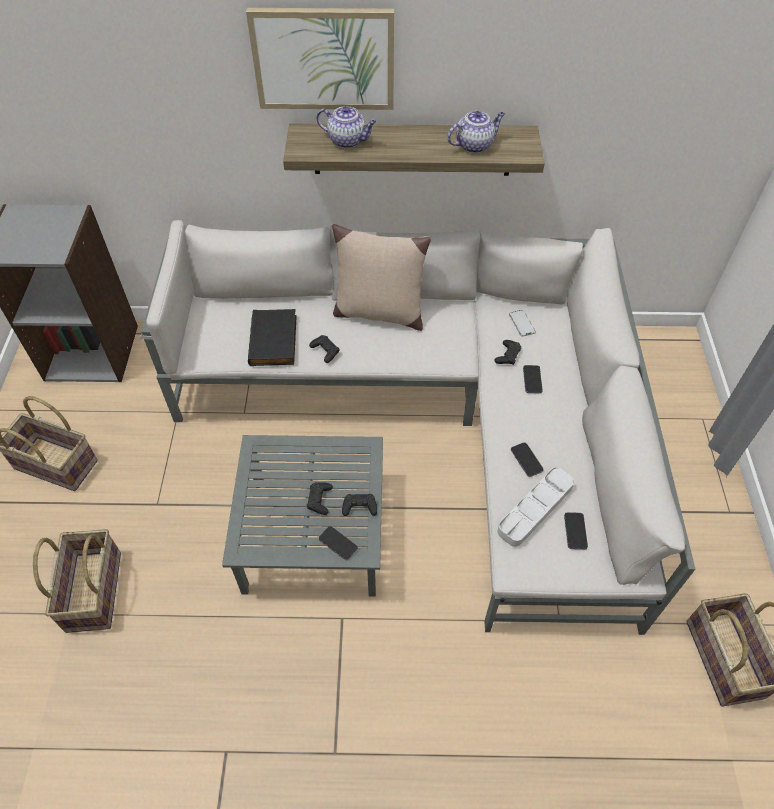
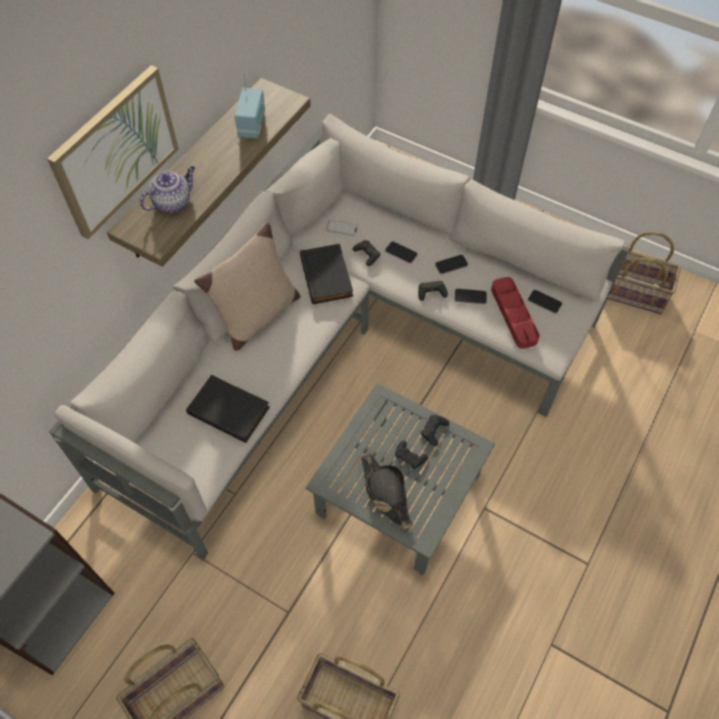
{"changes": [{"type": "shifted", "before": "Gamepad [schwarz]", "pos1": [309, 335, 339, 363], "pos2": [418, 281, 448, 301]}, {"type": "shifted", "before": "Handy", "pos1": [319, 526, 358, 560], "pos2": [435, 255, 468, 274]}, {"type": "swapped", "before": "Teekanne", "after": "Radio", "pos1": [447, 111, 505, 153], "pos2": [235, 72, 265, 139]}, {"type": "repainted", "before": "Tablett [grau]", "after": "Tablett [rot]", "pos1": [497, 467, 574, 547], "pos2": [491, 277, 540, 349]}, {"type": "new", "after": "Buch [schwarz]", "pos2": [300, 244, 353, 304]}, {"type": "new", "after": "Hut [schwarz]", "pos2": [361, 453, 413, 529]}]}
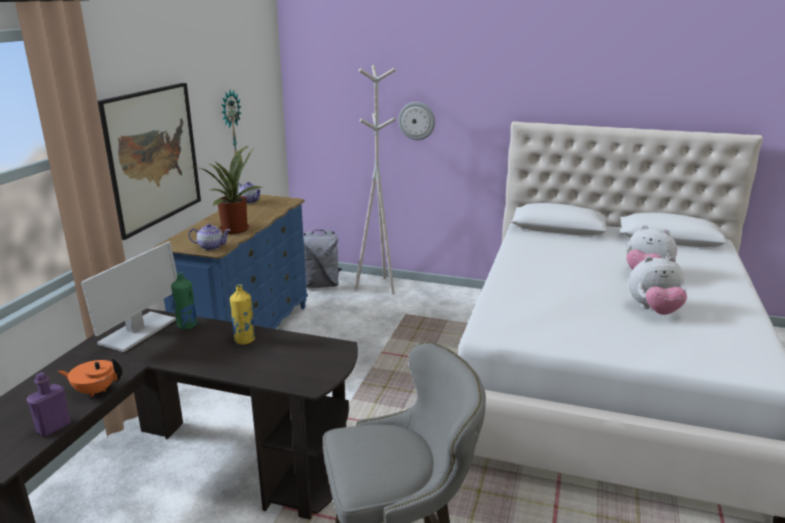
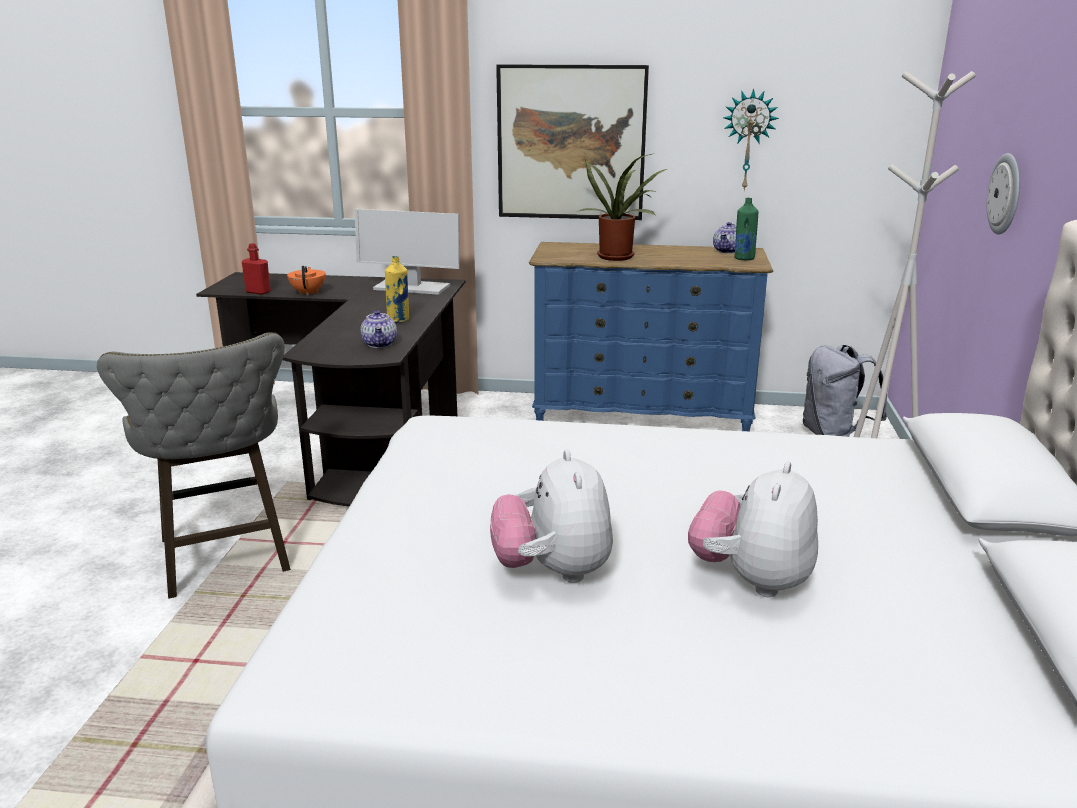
{"changes": [{"type": "repainted", "before": "Flasche [lila]", "after": "Flasche [rot]", "pos1": [26, 372, 70, 436], "pos2": [242, 243, 271, 295]}, {"type": "shifted", "before": "Flasche [grün]", "pos1": [171, 272, 197, 330], "pos2": [735, 198, 758, 260]}, {"type": "shifted", "before": "Teekanne", "pos1": [188, 224, 231, 250], "pos2": [360, 310, 397, 348]}]}
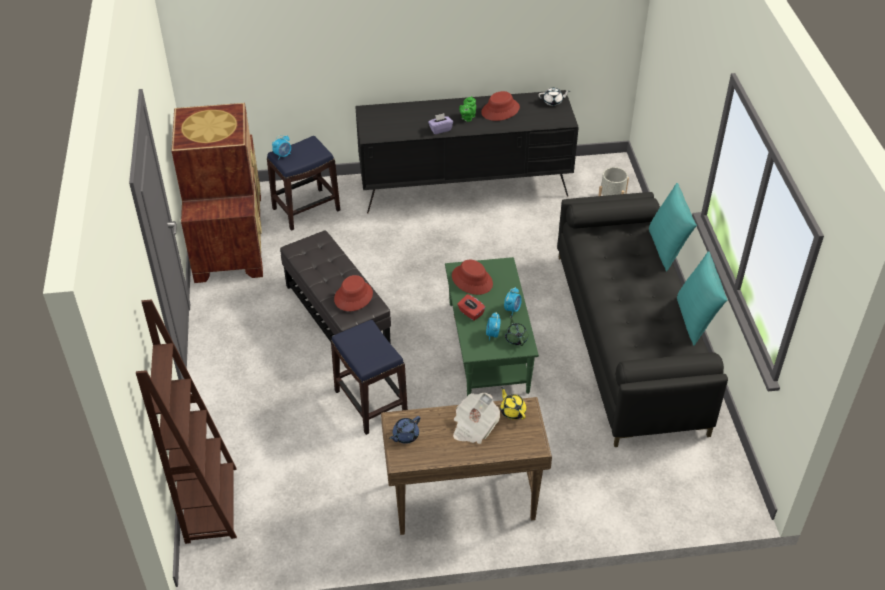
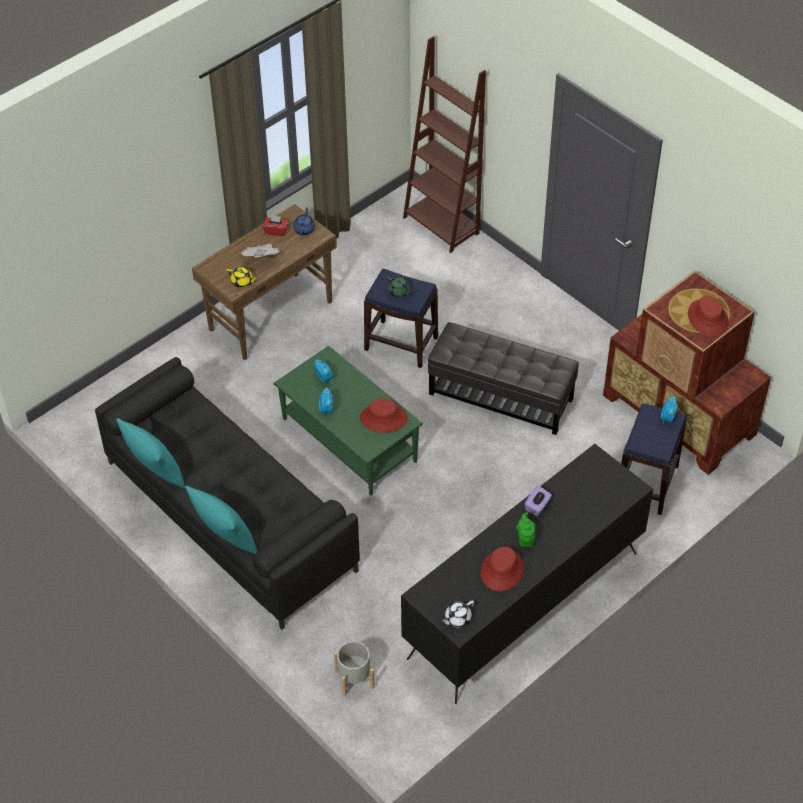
{"changes": [{"type": "shifted", "before": "Hut [rot]", "pos1": [334, 275, 373, 311], "pos2": [688, 295, 729, 337]}, {"type": "shifted", "before": "Taschentuchbox [rot]", "pos1": [457, 294, 485, 321], "pos2": [262, 215, 289, 236]}, {"type": "shifted", "before": "Teekanne [grün]", "pos1": [505, 315, 528, 346], "pos2": [385, 277, 414, 298]}]}
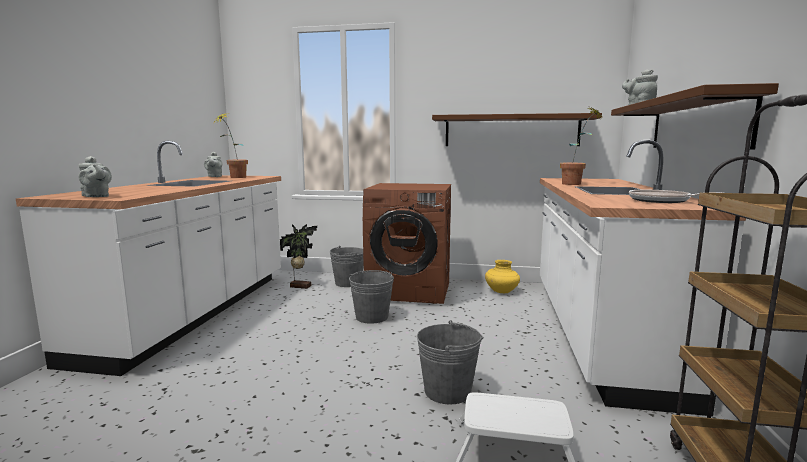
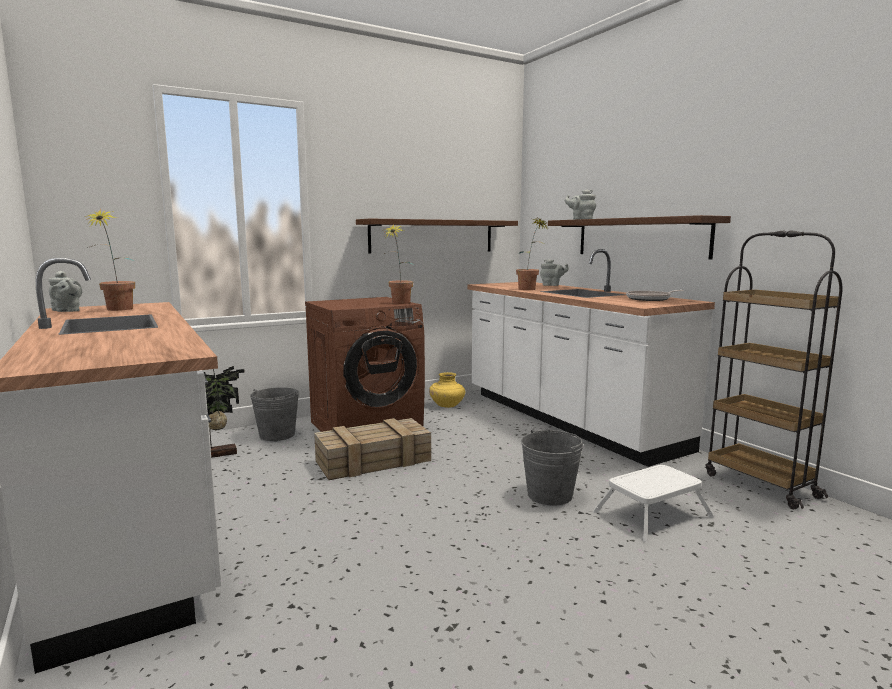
{"changes": [{"type": "shifted", "before": "Teekanne [grau]", "pos1": [78, 156, 112, 197], "pos2": [540, 259, 569, 286]}, {"type": "swapped", "before": "Eimer [grau]", "after": "Kiste", "pos1": [349, 270, 394, 324], "pos2": [314, 418, 431, 480]}, {"type": "new", "after": "Topfpflanze", "pos2": [384, 225, 414, 304]}]}
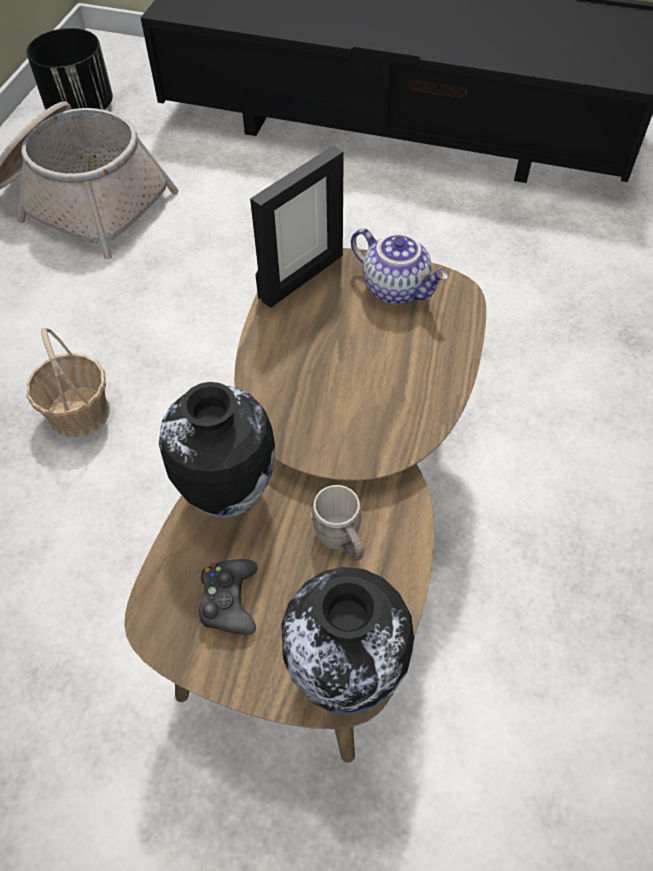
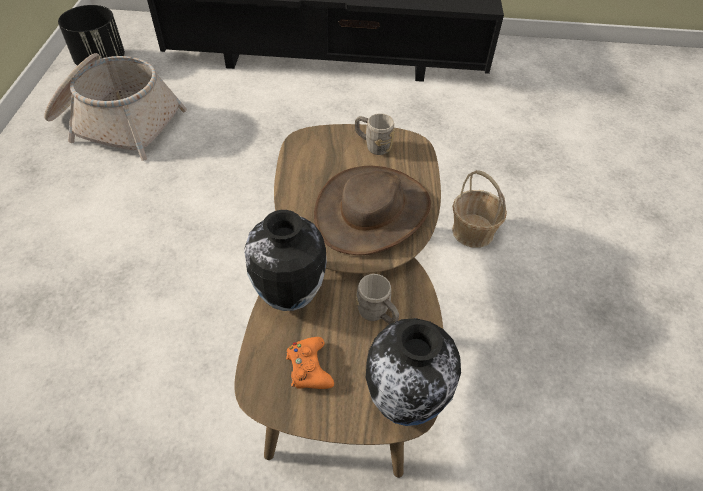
{"changes": [{"type": "shifted", "before": "Korb", "pos1": [27, 328, 110, 438], "pos2": [452, 170, 507, 248]}, {"type": "repainted", "before": "Gamepad [schwarz]", "after": "Gamepad [orange]", "pos1": [198, 559, 257, 635], "pos2": [286, 337, 334, 389]}, {"type": "gone", "before": "Bilderrahmen", "pos1": [250, 146, 344, 308]}, {"type": "swapped", "before": "Teekanne", "after": "Henkelbecher [grau]", "pos1": [351, 229, 448, 304], "pos2": [355, 113, 395, 155]}, {"type": "new", "after": "Hut [braun]", "pos2": [314, 166, 431, 255]}]}
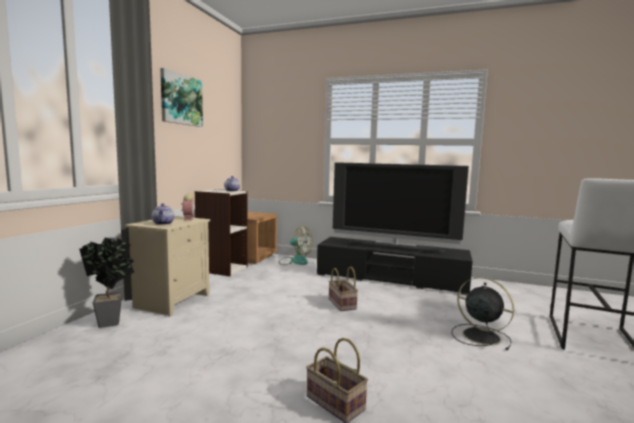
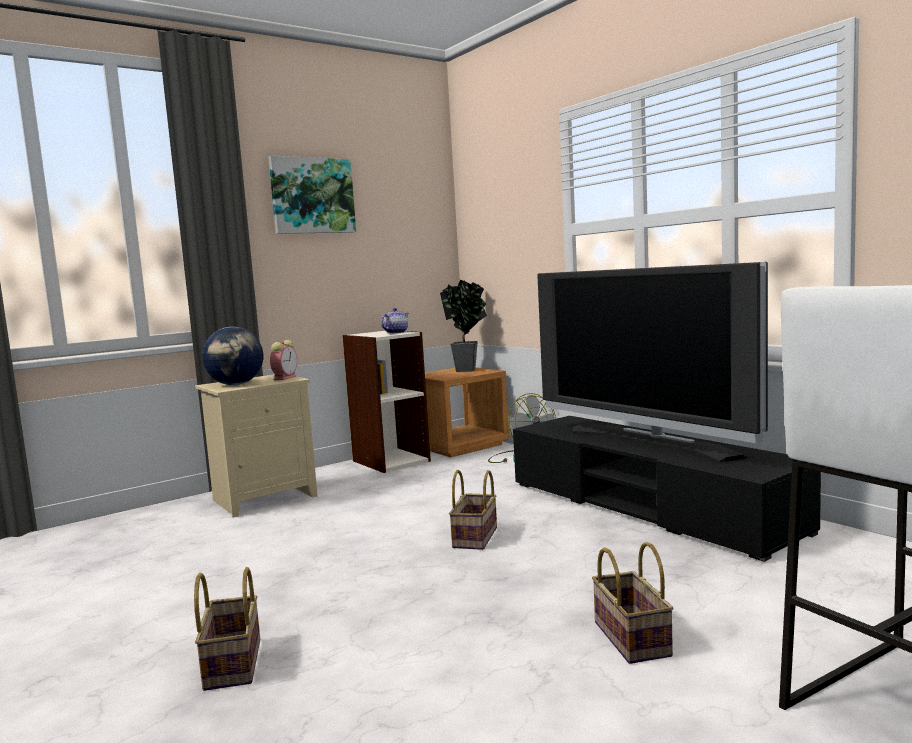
{"changes": [{"type": "shifted", "before": "Topfpflanze", "pos1": [79, 238, 134, 328], "pos2": [440, 280, 487, 372]}, {"type": "swapped", "before": "Teekanne", "after": "Globus", "pos1": [152, 203, 174, 225], "pos2": [202, 327, 263, 385]}, {"type": "swapped", "before": "Ventilator [schwarz]", "after": "Korb", "pos1": [452, 277, 514, 350], "pos2": [592, 542, 673, 664]}]}
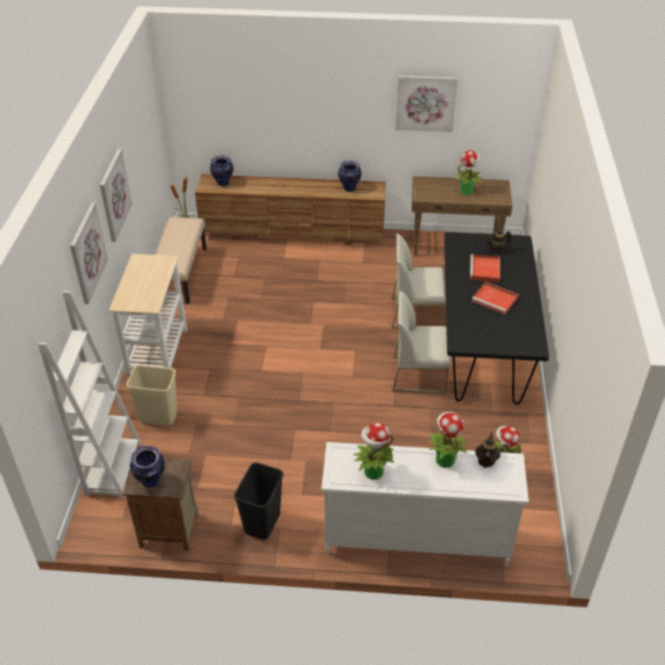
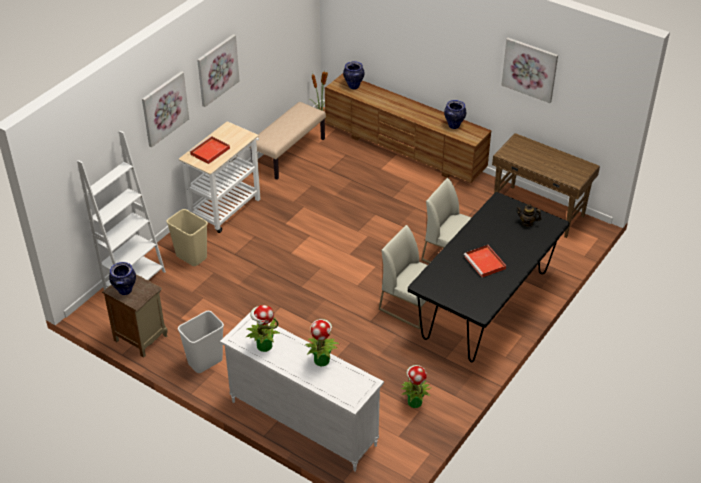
{"changes": [{"type": "repainted", "before": "Mülleimer [schwarz]", "after": "Mülleimer [weiß]", "pos1": [234, 463, 283, 540], "pos2": [178, 311, 224, 373]}, {"type": "gone", "before": "Topfpflanze", "pos1": [455, 150, 483, 195]}, {"type": "shifted", "before": "Tablett [rot]", "pos1": [470, 254, 500, 282], "pos2": [189, 136, 230, 164]}, {"type": "gone", "before": "Teekanne", "pos1": [475, 433, 500, 468]}]}
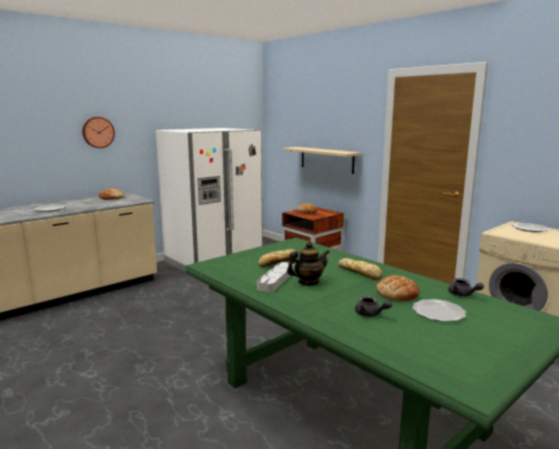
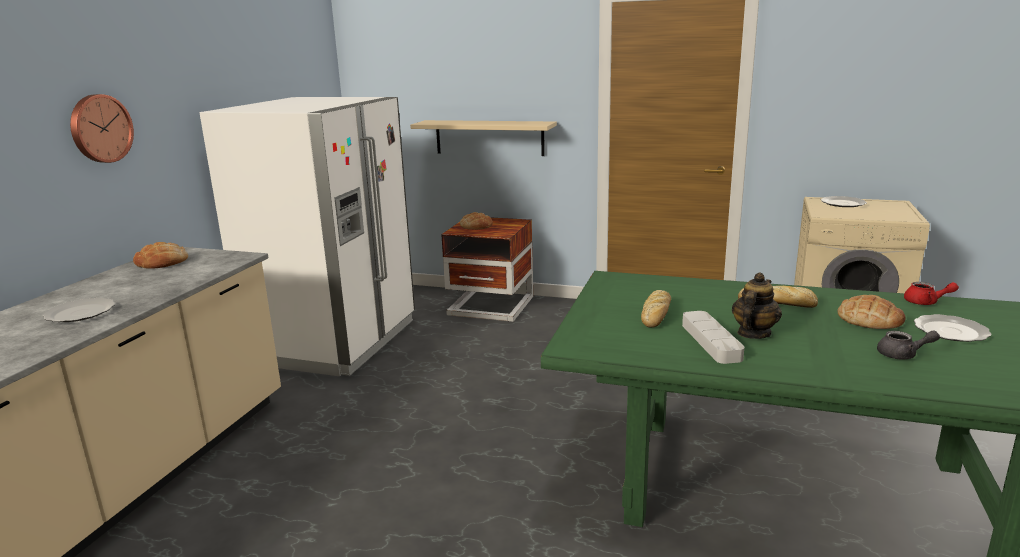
{"changes": [{"type": "repainted", "before": "Teekanne [grau]", "after": "Teekanne [rot]", "pos1": [448, 278, 484, 297], "pos2": [904, 282, 959, 305]}]}
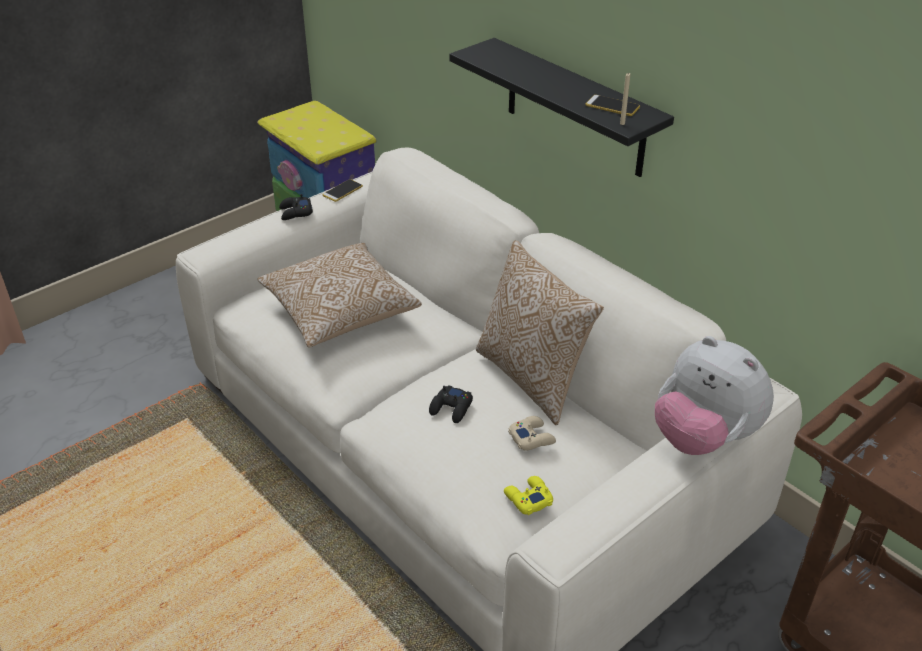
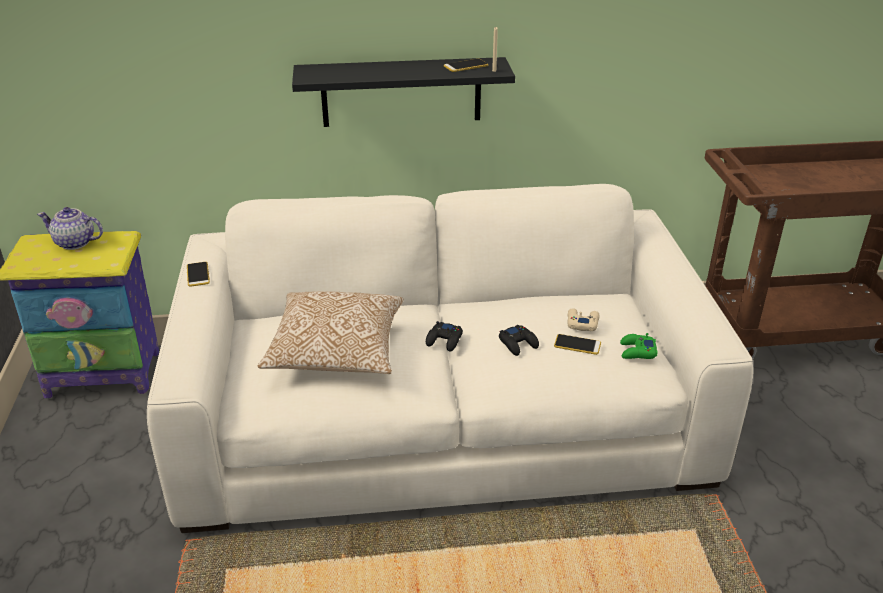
{"changes": [{"type": "shifted", "before": "Gamepad [schwarz]", "pos1": [279, 194, 313, 220], "pos2": [426, 321, 463, 351]}, {"type": "gone", "before": "Kissen", "pos1": [476, 241, 604, 425]}, {"type": "repainted", "before": "Gamepad [gelb]", "after": "Gamepad [grün]", "pos1": [504, 476, 553, 515], "pos2": [620, 333, 658, 359]}, {"type": "gone", "before": "Plüschtier", "pos1": [655, 336, 774, 455]}, {"type": "new", "after": "Teekanne", "pos2": [37, 207, 103, 250]}, {"type": "new", "after": "Handy", "pos2": [554, 334, 601, 355]}]}
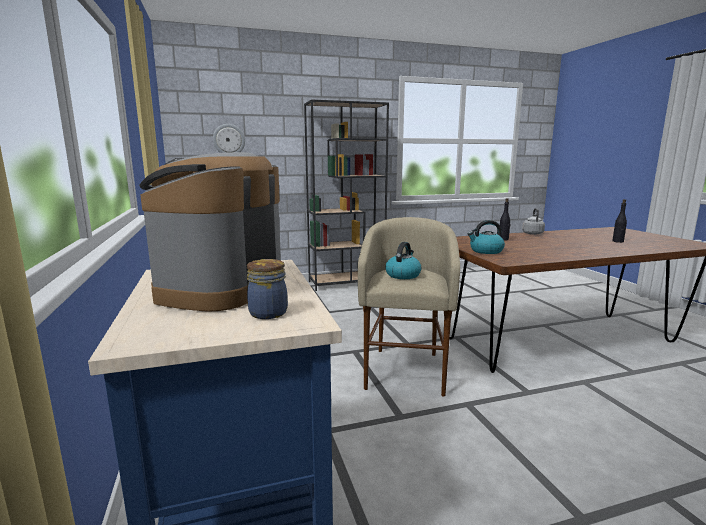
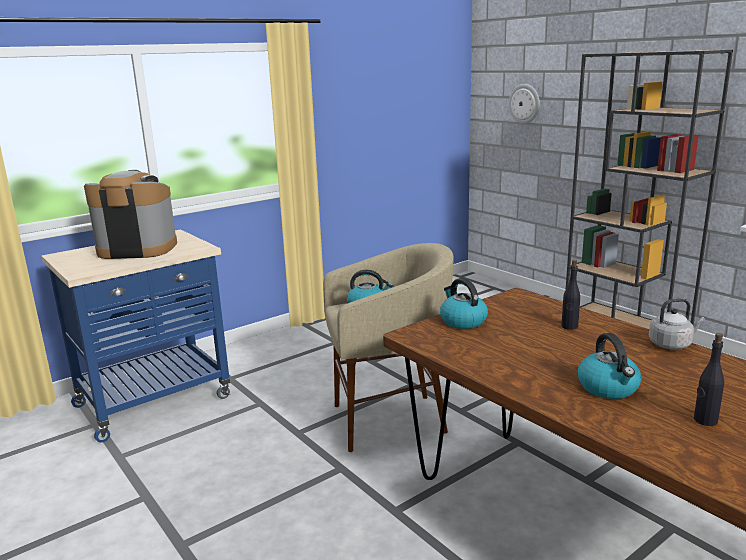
{"changes": [{"type": "gone", "before": "Vorratsglas", "pos1": [247, 259, 288, 319]}, {"type": "new", "after": "Wasserkessel", "pos2": [577, 333, 641, 399]}]}
